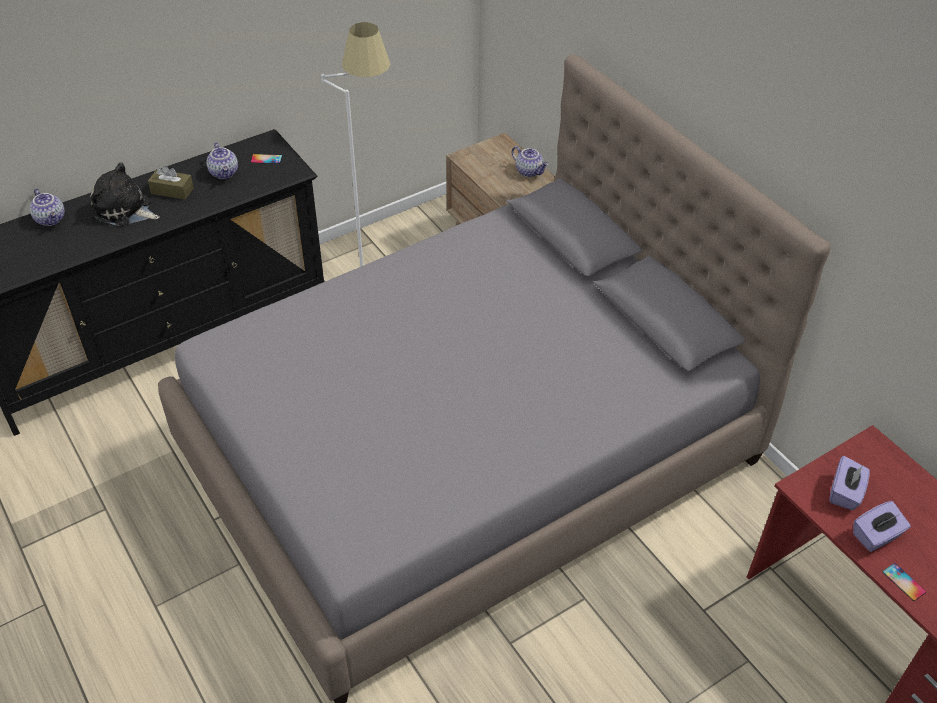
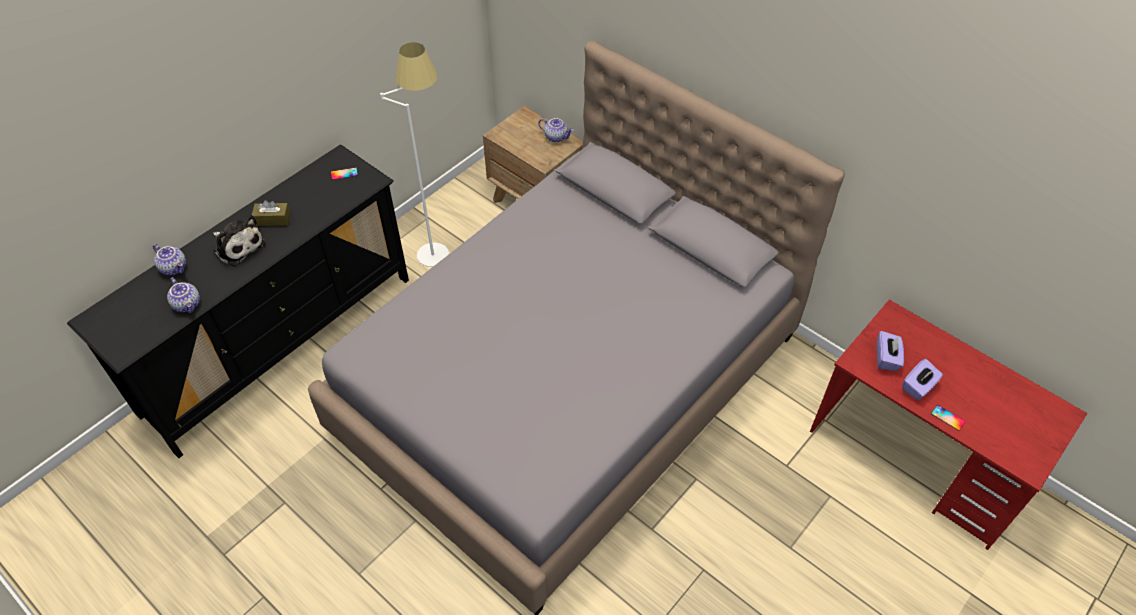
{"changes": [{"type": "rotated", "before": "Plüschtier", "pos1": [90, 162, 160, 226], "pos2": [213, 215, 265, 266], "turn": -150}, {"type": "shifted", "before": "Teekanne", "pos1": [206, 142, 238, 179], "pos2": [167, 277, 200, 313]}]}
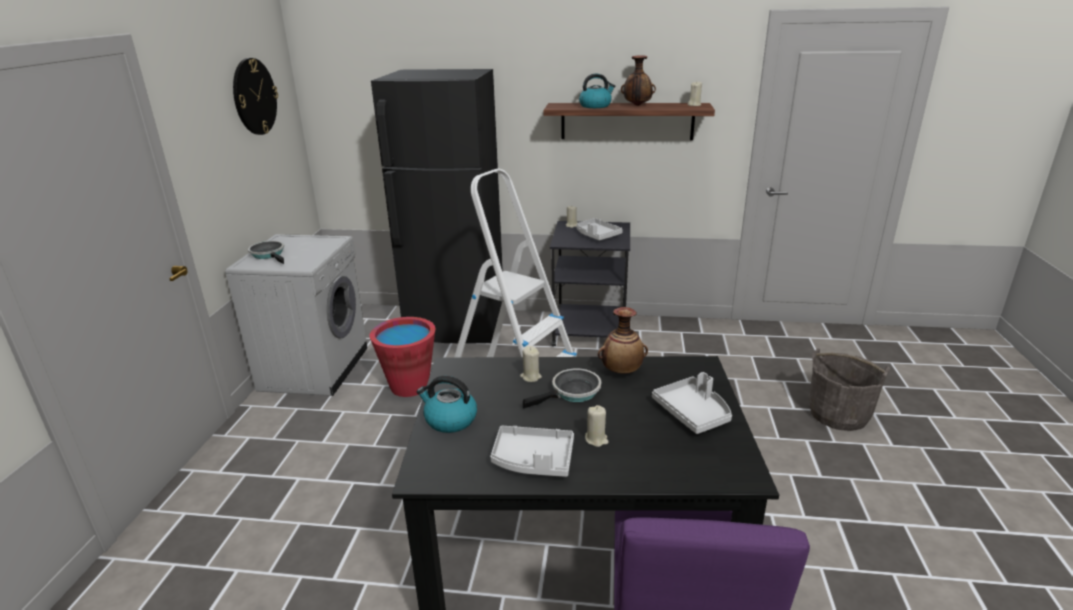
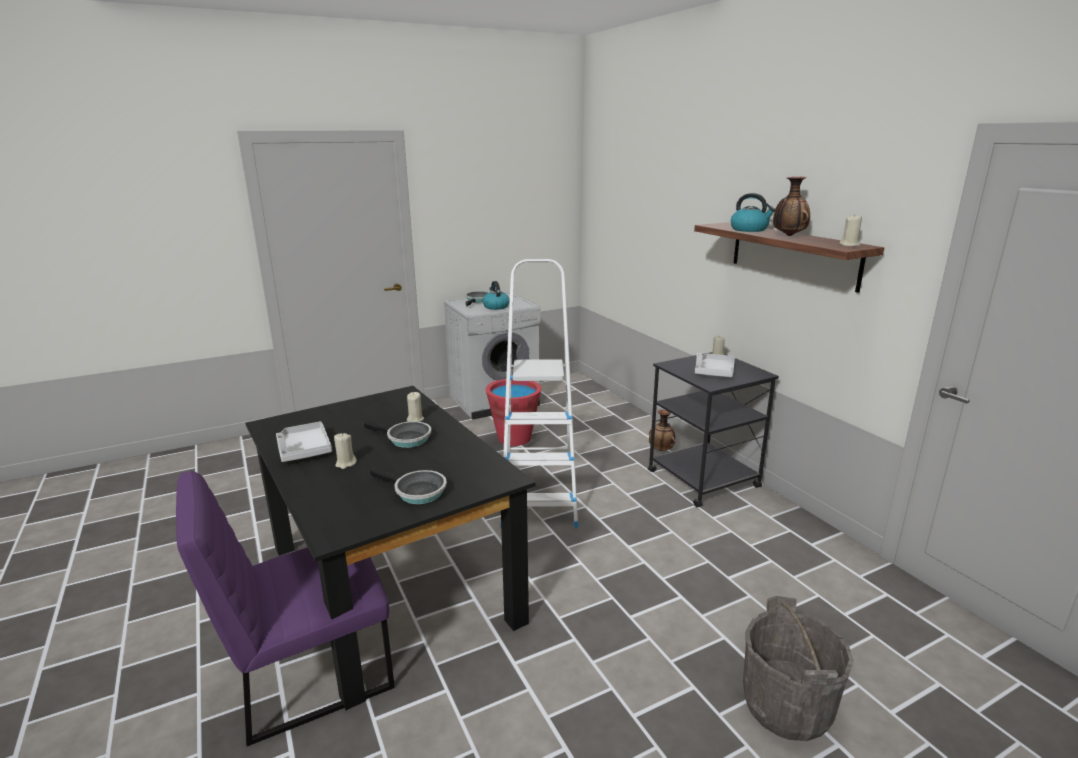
{"changes": [{"type": "gone", "before": "Wanduhr", "pos1": [233, 58, 278, 135]}, {"type": "gone", "before": "Kühlschrank [schwarz]", "pos1": [371, 69, 503, 344]}, {"type": "shifted", "before": "Wasserkessel", "pos1": [417, 376, 477, 433], "pos2": [482, 281, 510, 310]}, {"type": "shifted", "before": "Vase", "pos1": [598, 307, 648, 374], "pos2": [649, 409, 675, 451]}, {"type": "swapped", "before": "Tablett [grau]", "after": "Pfanne", "pos1": [652, 372, 732, 434], "pos2": [370, 467, 447, 504]}]}
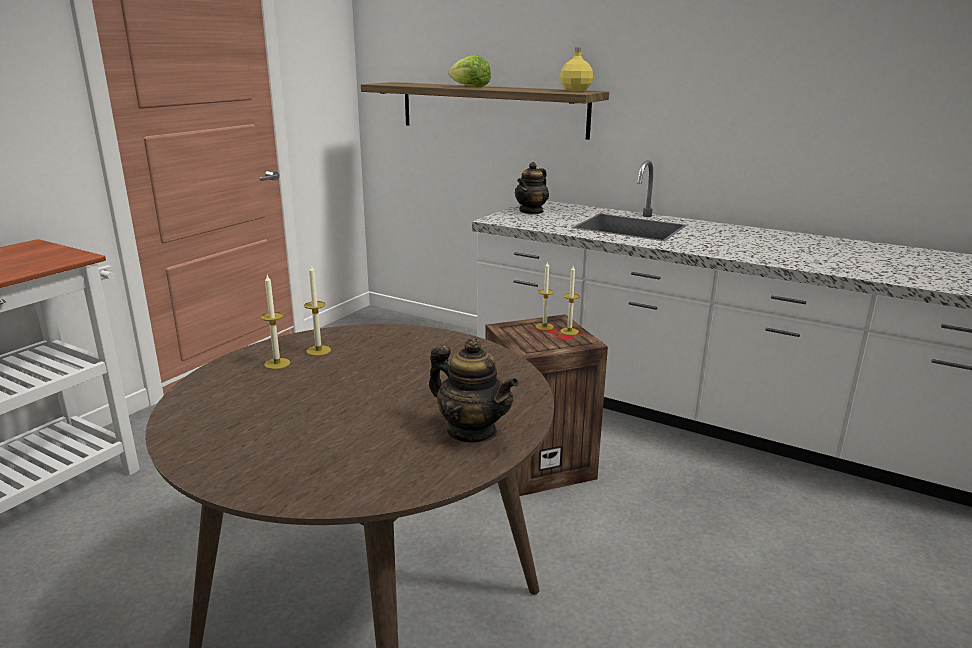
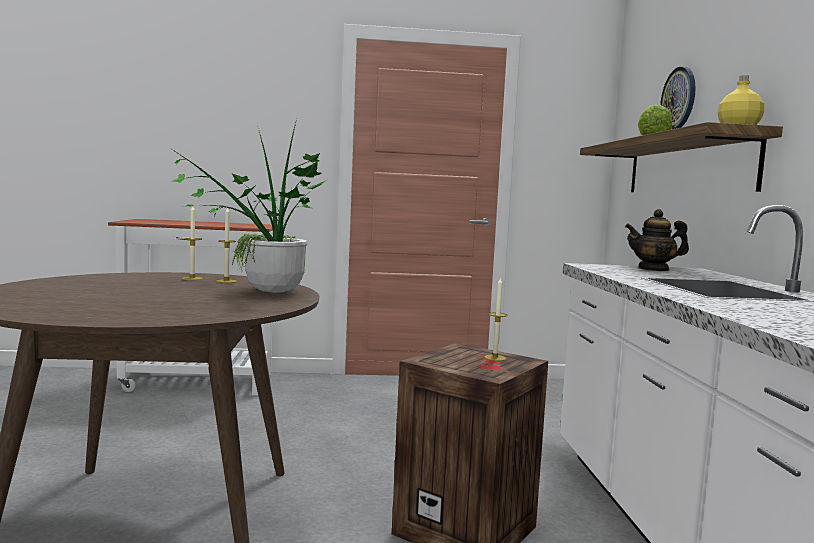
{"changes": [{"type": "gone", "before": "Teekanne", "pos1": [429, 338, 519, 442]}, {"type": "gone", "before": "Kerze", "pos1": [560, 266, 580, 335]}, {"type": "new", "after": "Topfpflanze", "pos2": [169, 119, 327, 293]}, {"type": "new", "after": "Wanduhr", "pos2": [660, 67, 696, 129]}]}
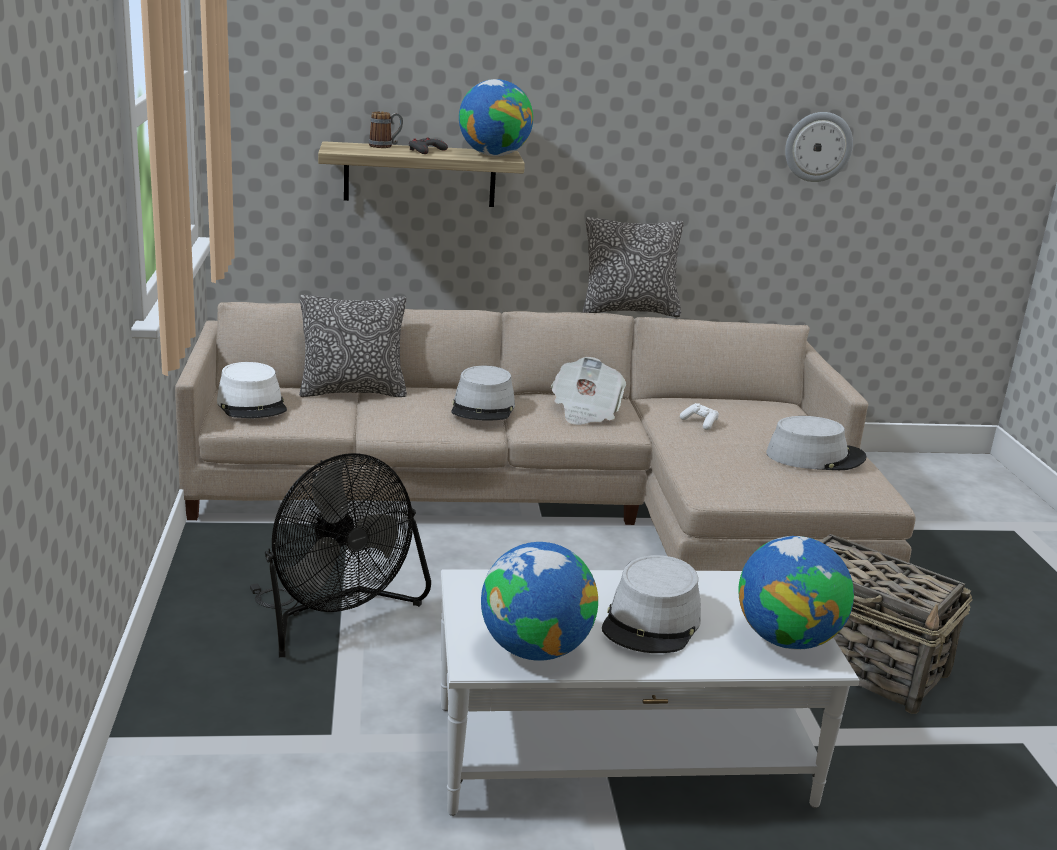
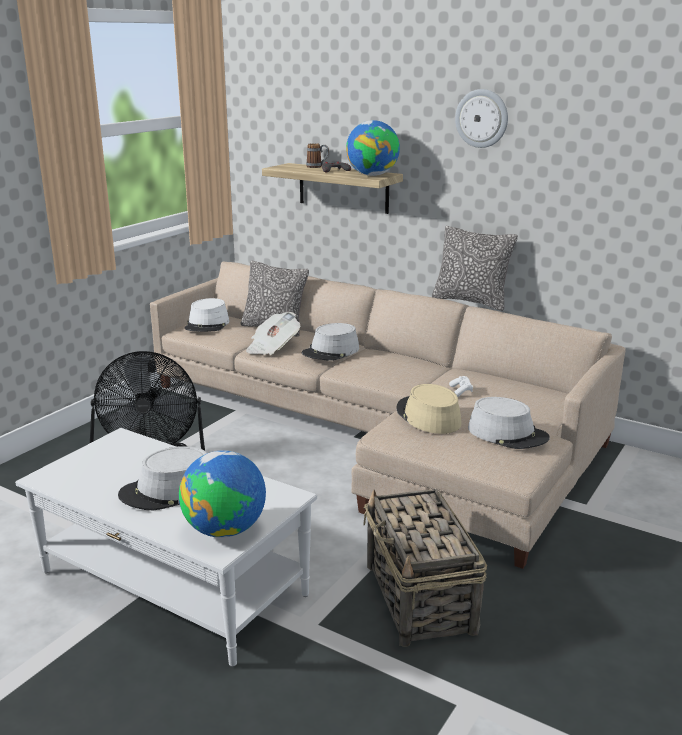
{"changes": [{"type": "gone", "before": "Globus", "pos1": [481, 542, 598, 661]}, {"type": "shifted", "before": "Zeitung", "pos1": [551, 357, 626, 425], "pos2": [246, 312, 300, 355]}, {"type": "shifted", "before": "Wanduhr", "pos1": [785, 112, 853, 182], "pos2": [455, 89, 508, 148]}, {"type": "new", "after": "Hut [beige]", "pos2": [396, 384, 462, 434]}]}
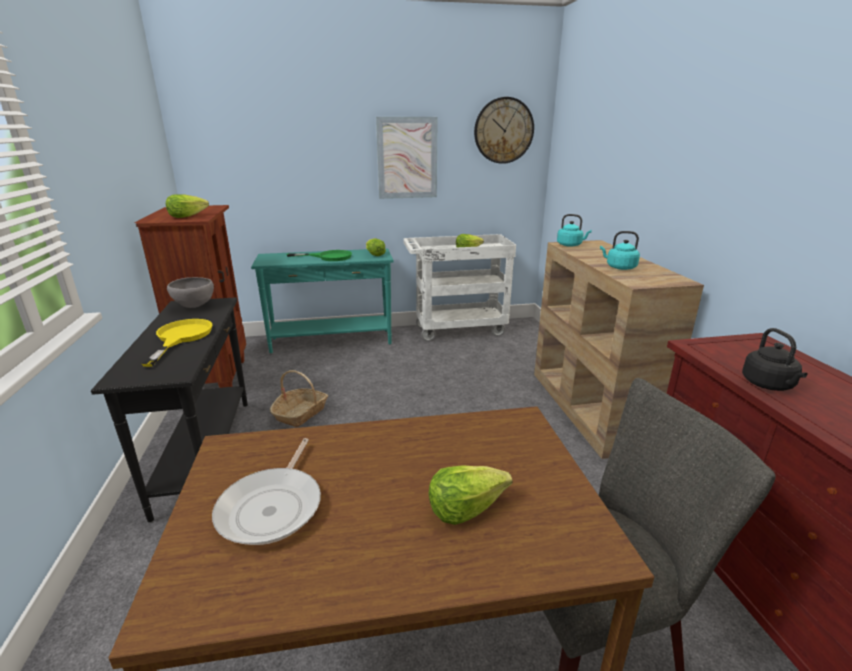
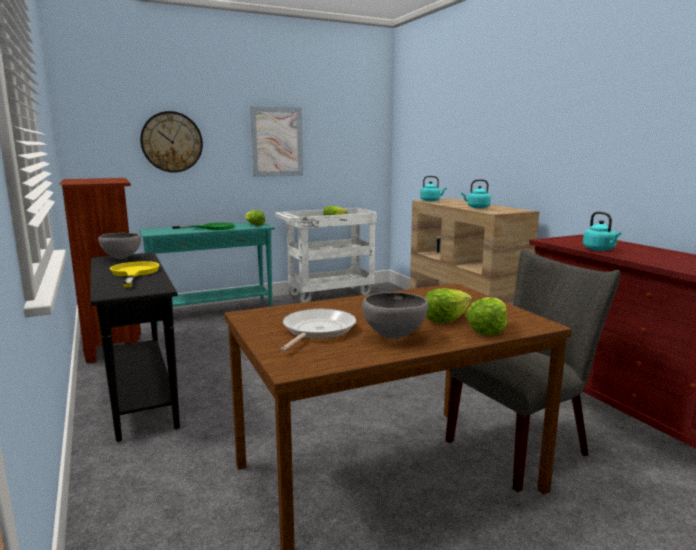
{"changes": [{"type": "shifted", "before": "Salatkopf", "pos1": [166, 194, 209, 218], "pos2": [465, 297, 507, 335]}, {"type": "rotated", "before": "Pfanne", "pos1": [212, 438, 321, 545], "pos2": [280, 309, 356, 352], "turn": -150}, {"type": "gone", "before": "Korb", "pos1": [270, 370, 328, 427]}, {"type": "shifted", "before": "Wanduhr", "pos1": [474, 97, 534, 164], "pos2": [140, 111, 203, 173]}, {"type": "repainted", "before": "Wasserkessel [schwarz]", "after": "Wasserkessel [türkis]", "pos1": [742, 328, 808, 391], "pos2": [583, 211, 621, 251]}, {"type": "new", "after": "Schüssel [grau]", "pos2": [362, 292, 428, 339]}]}
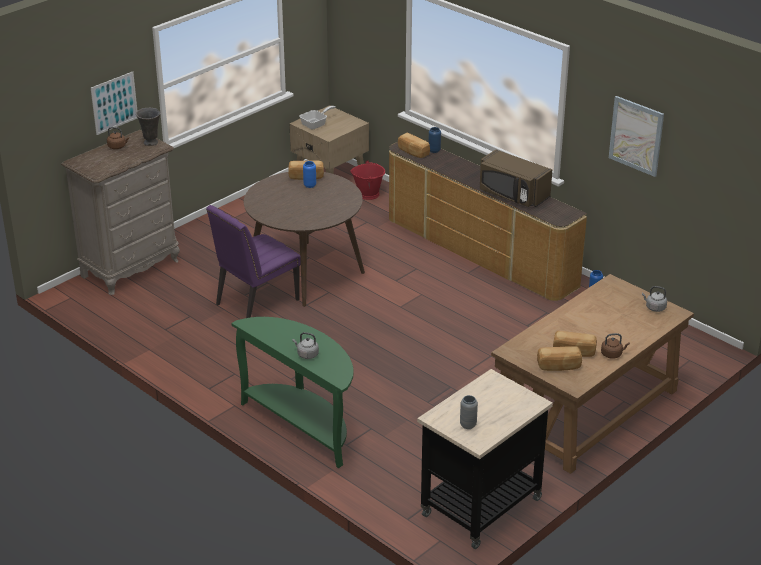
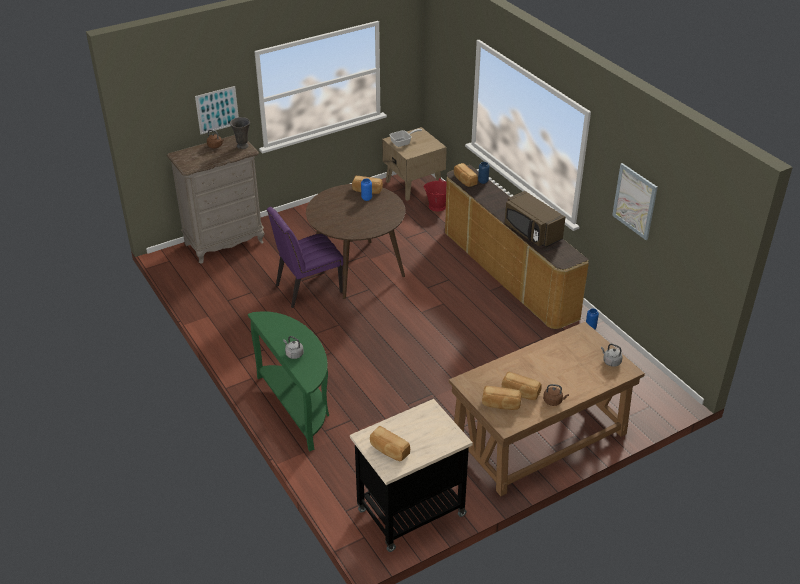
{"changes": [{"type": "swapped", "before": "Vase [grau]", "after": "Brot", "pos1": [460, 395, 478, 429], "pos2": [370, 426, 410, 461]}]}
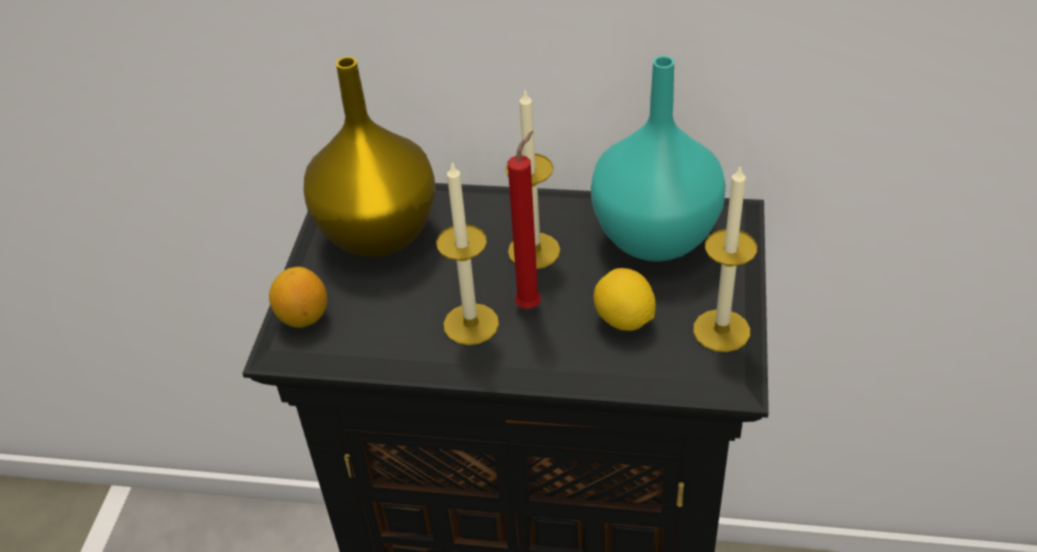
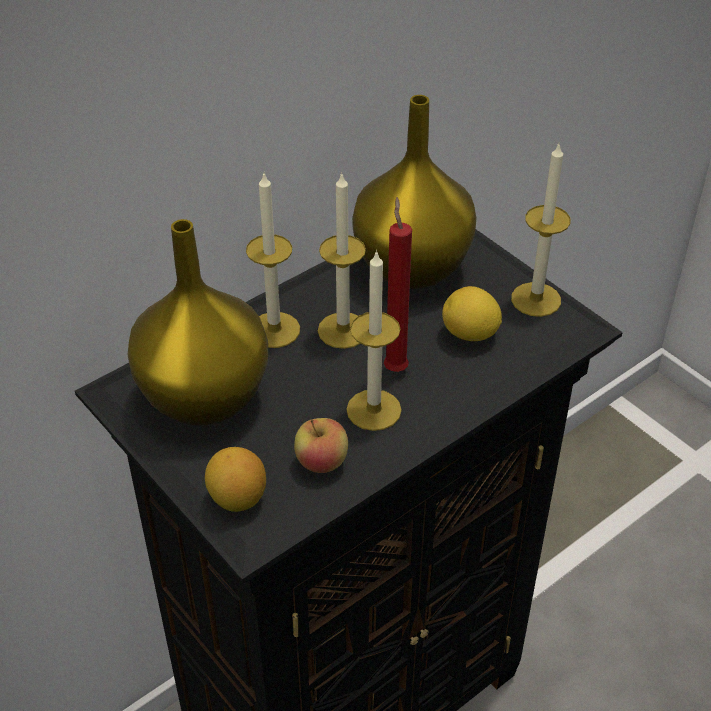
{"changes": [{"type": "repainted", "before": "Vase [türkis]", "after": "Vase [gelb]", "pos1": [591, 56, 725, 262], "pos2": [352, 95, 476, 289]}, {"type": "new", "after": "Kerze", "pos2": [246, 174, 300, 348]}, {"type": "new", "after": "Apfel", "pos2": [294, 418, 348, 473]}]}
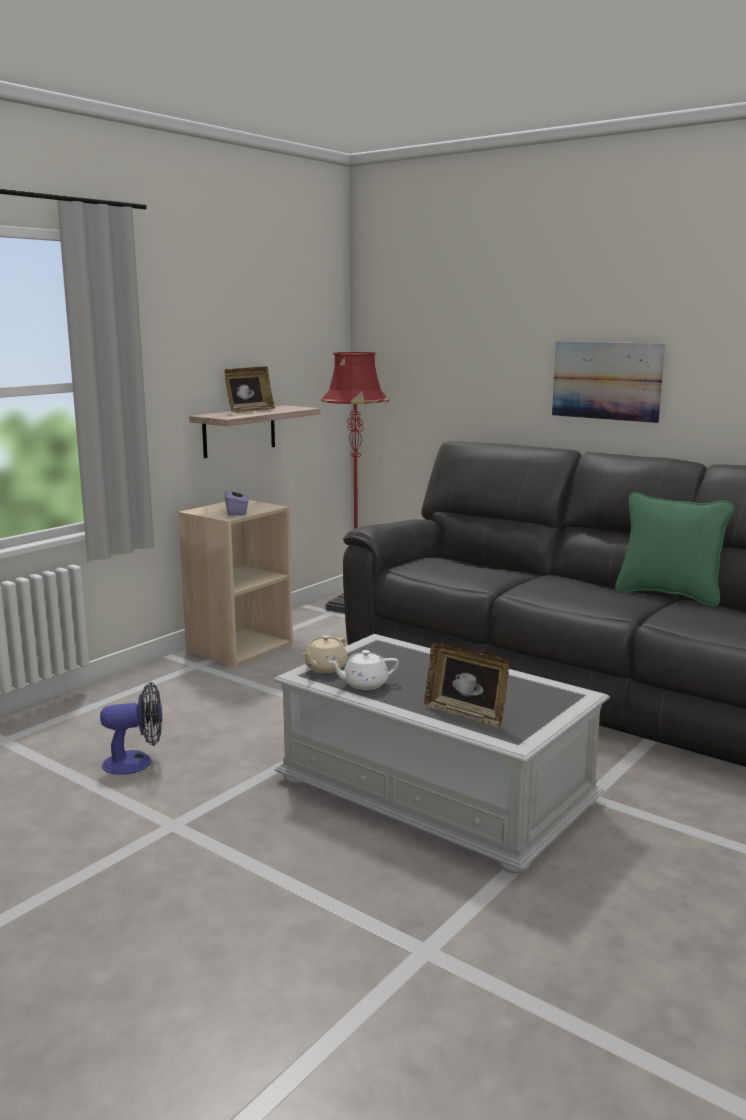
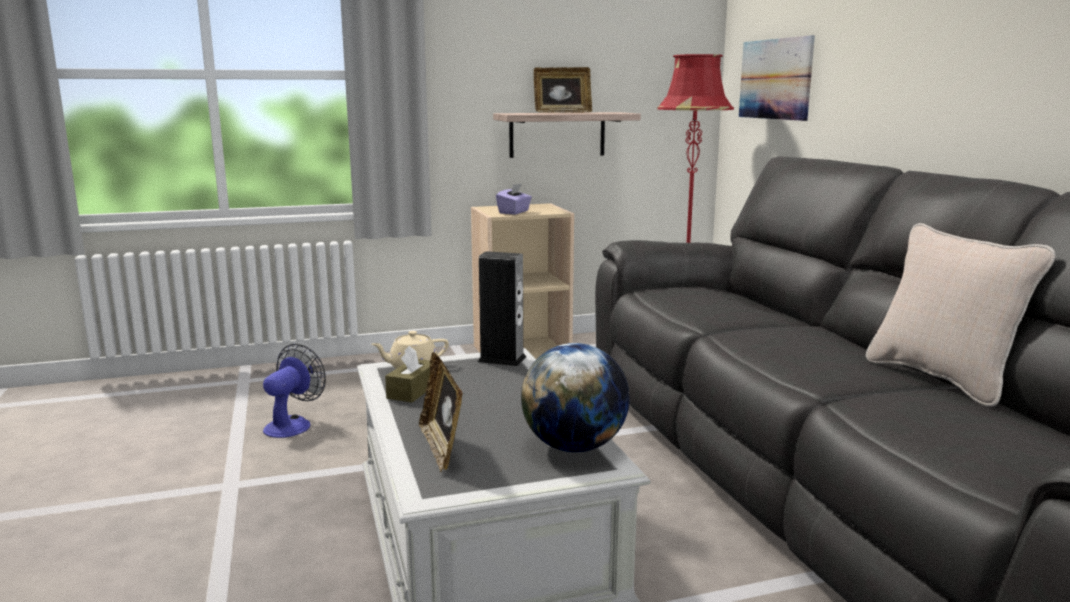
{"changes": [{"type": "rotated", "before": "Ventilator", "pos1": [100, 682, 162, 774], "pos2": [263, 344, 326, 438], "turn": -90}, {"type": "swapped", "before": "Teekanne [weiß]", "after": "Taschentuchbox [braun]", "pos1": [328, 650, 399, 690], "pos2": [385, 346, 430, 402]}, {"type": "shifted", "before": "Bild", "pos1": [552, 341, 665, 423], "pos2": [739, 35, 815, 121]}, {"type": "repainted", "before": "Kissen [grün]", "after": "Kissen [beige]", "pos1": [615, 492, 734, 606], "pos2": [866, 223, 1055, 407]}, {"type": "new", "after": "Lautsprecher", "pos2": [478, 251, 526, 366]}, {"type": "new", "after": "Globus", "pos2": [521, 343, 630, 452]}]}
